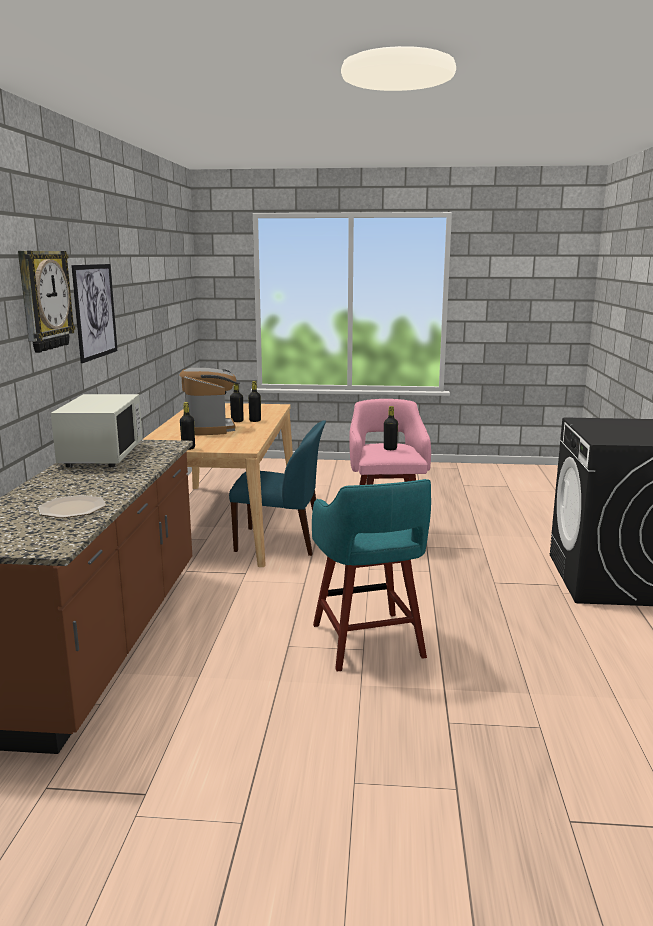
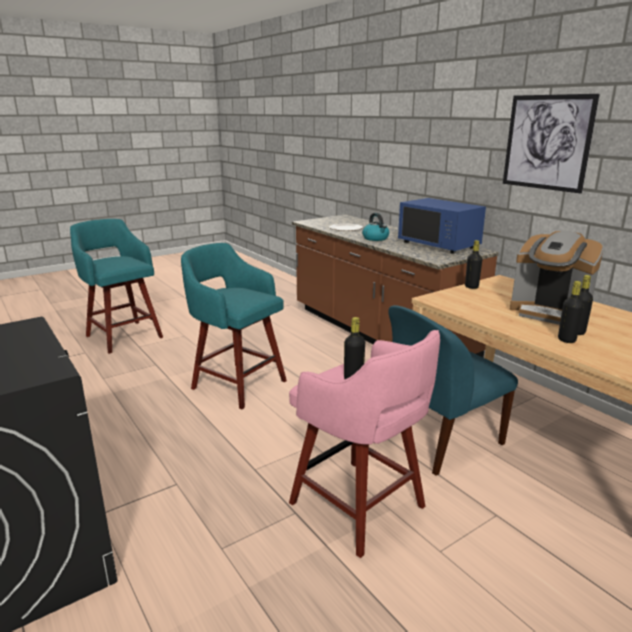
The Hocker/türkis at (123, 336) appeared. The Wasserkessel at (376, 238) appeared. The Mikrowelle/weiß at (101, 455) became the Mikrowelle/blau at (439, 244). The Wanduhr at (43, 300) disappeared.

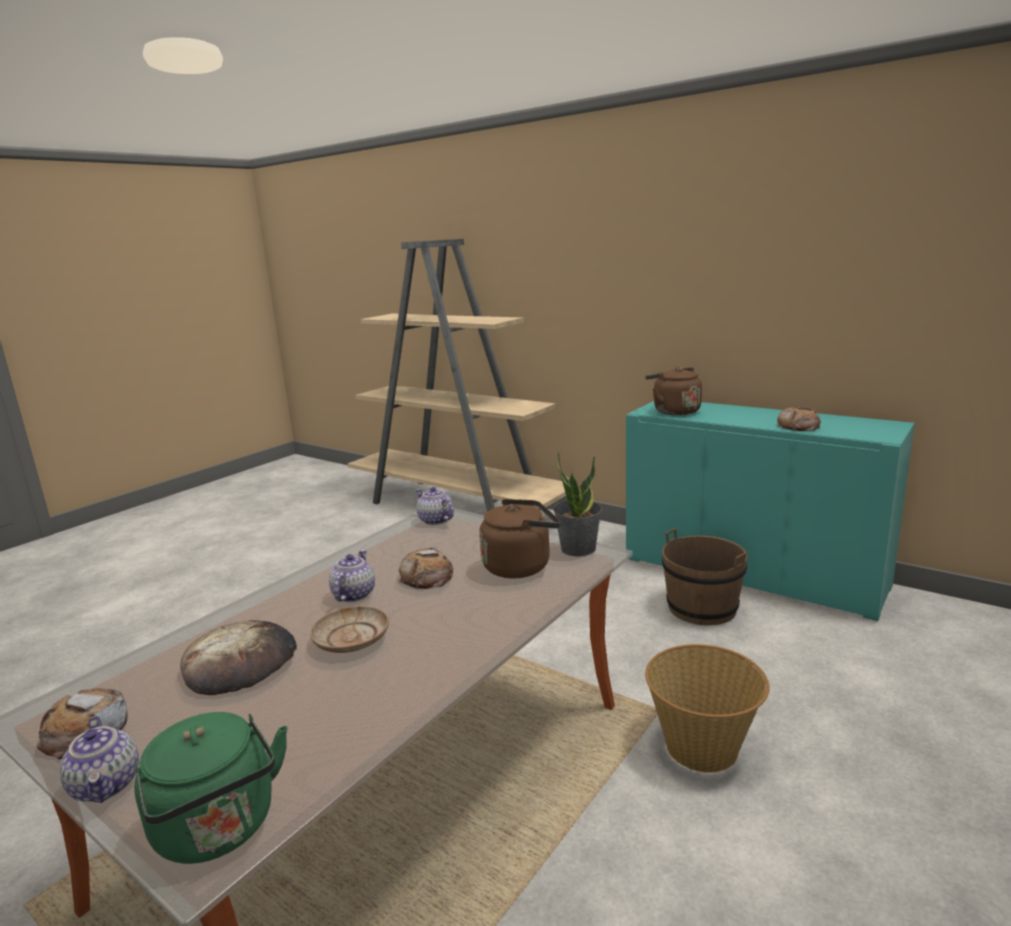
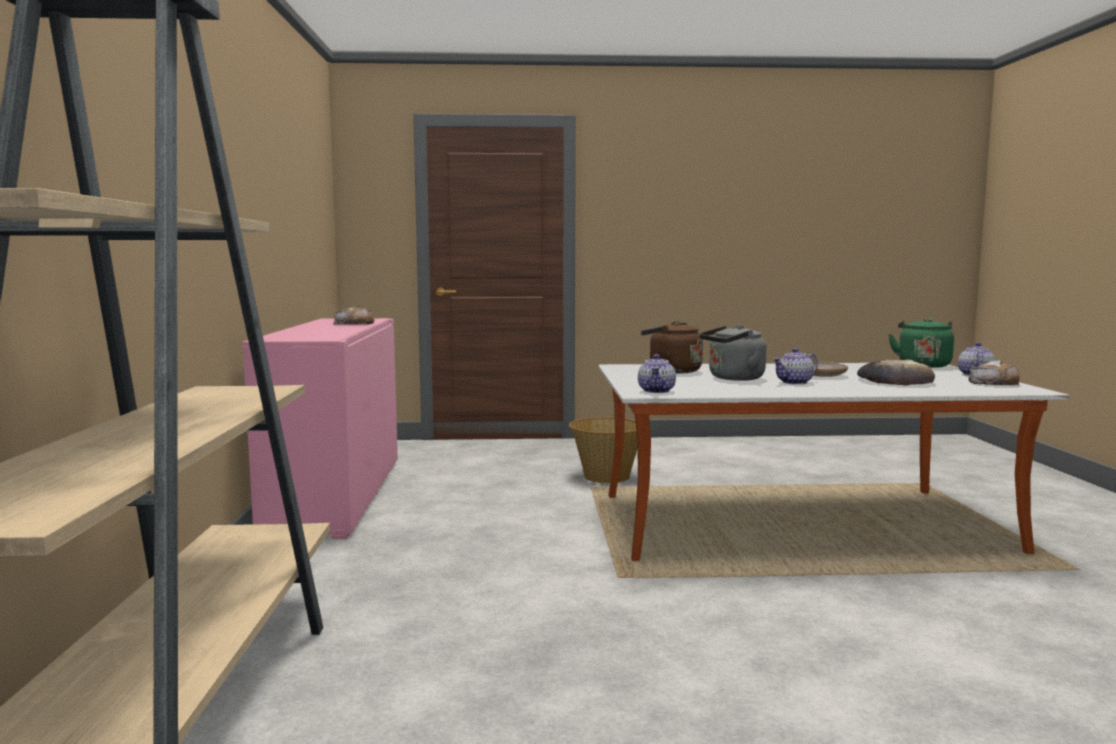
The Schrank/türkis at (751, 572) became the Schrank/rosa at (337, 495). The Brot at (427, 576) was replaced by the Wasserkessel/grau at (733, 378). The Topfpflanze at (578, 548) disappeared. The Wasserkessel/braun at (674, 411) disappeared. The Eimer/braun at (702, 608) disappeared.

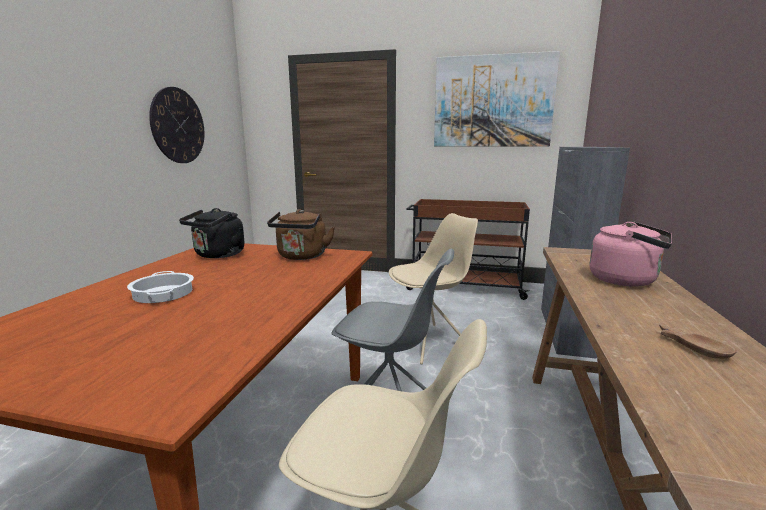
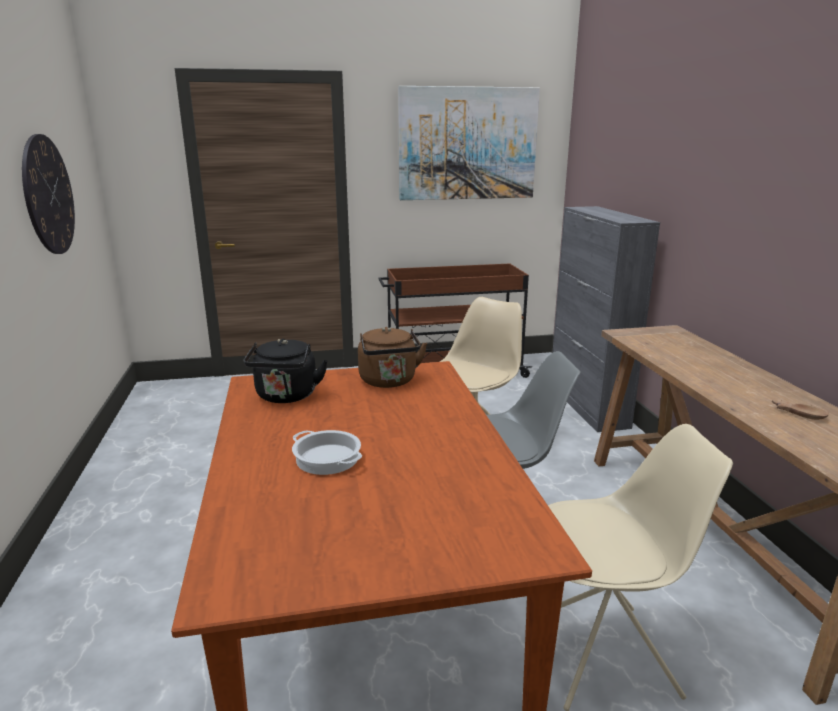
The Wasserkessel/rosa at (626, 280) disappeared.

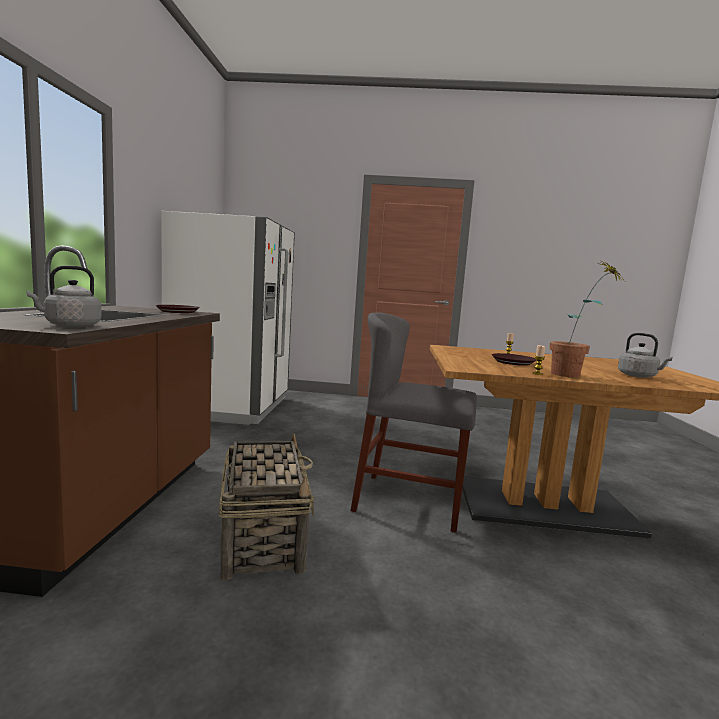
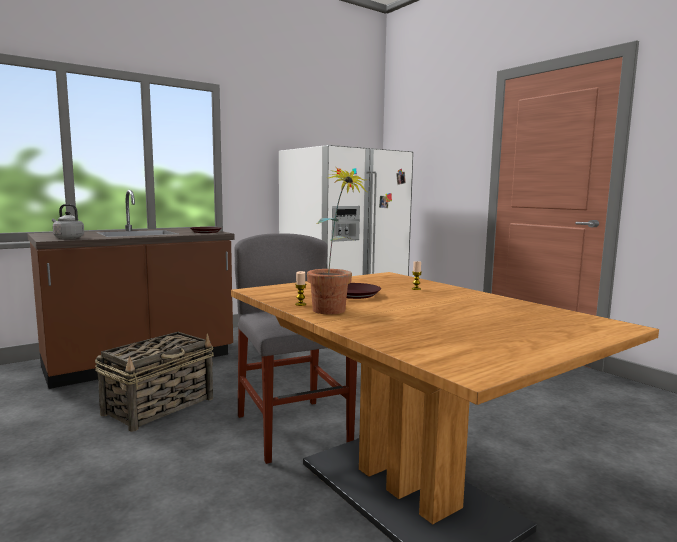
The Wasserkessel/grau at (639, 376) disappeared.

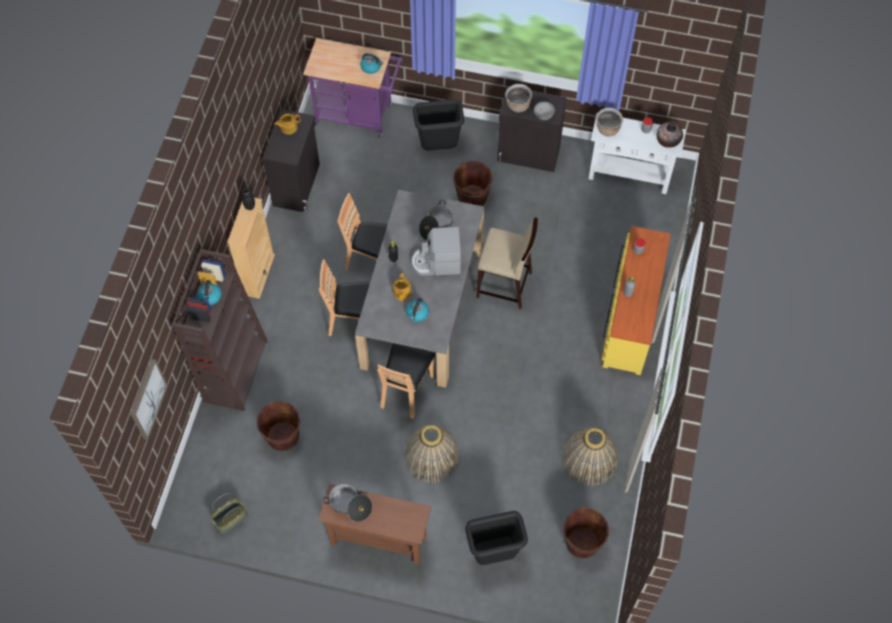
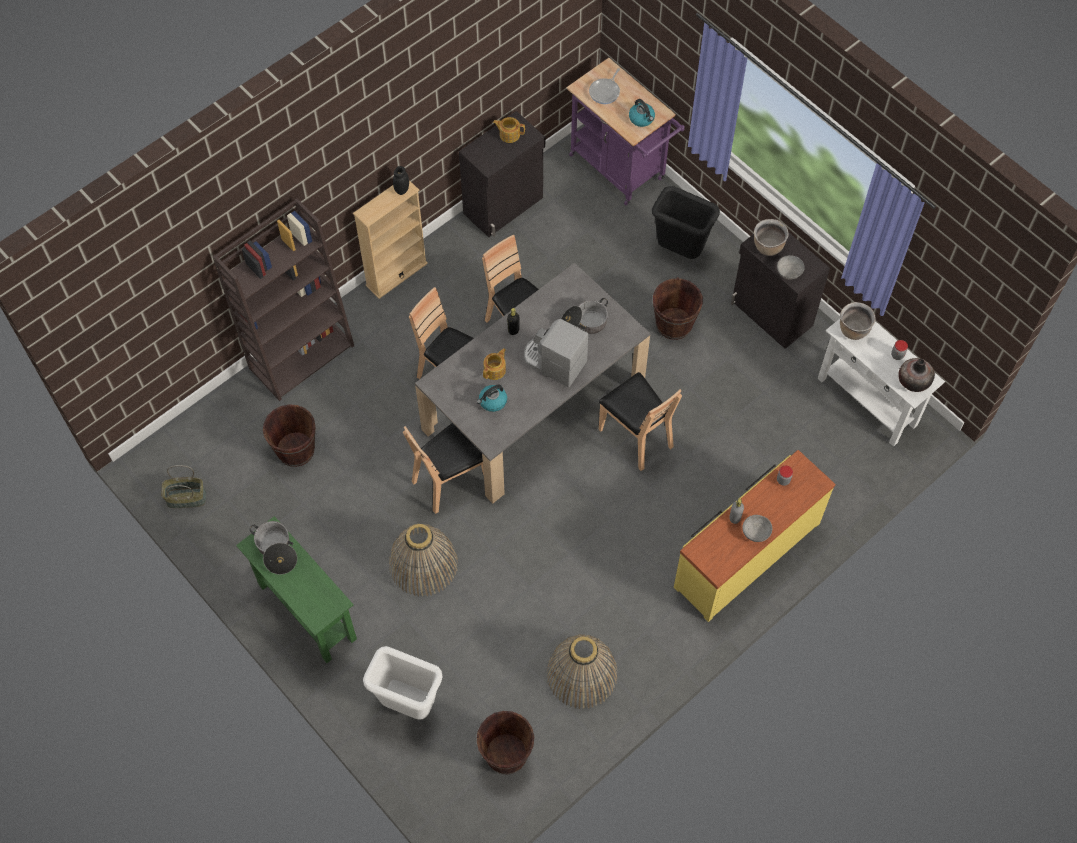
The Konsolentisch/braun at (378, 540) became the Konsolentisch/grün at (307, 612). The Mülleimer/schwarz at (493, 554) became the Mülleimer/weiß at (408, 703). The Pfanne at (605, 91) appeared. The Hocker/beige at (504, 285) was replaced by the Stuhl/braun at (636, 436). The Schüssel/grau at (755, 532) appeared. The Bild at (147, 399) disappeared. The Wasserkessel at (210, 296) disappeared.

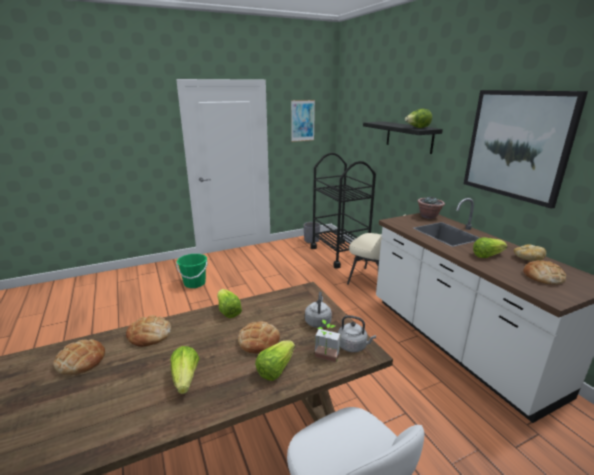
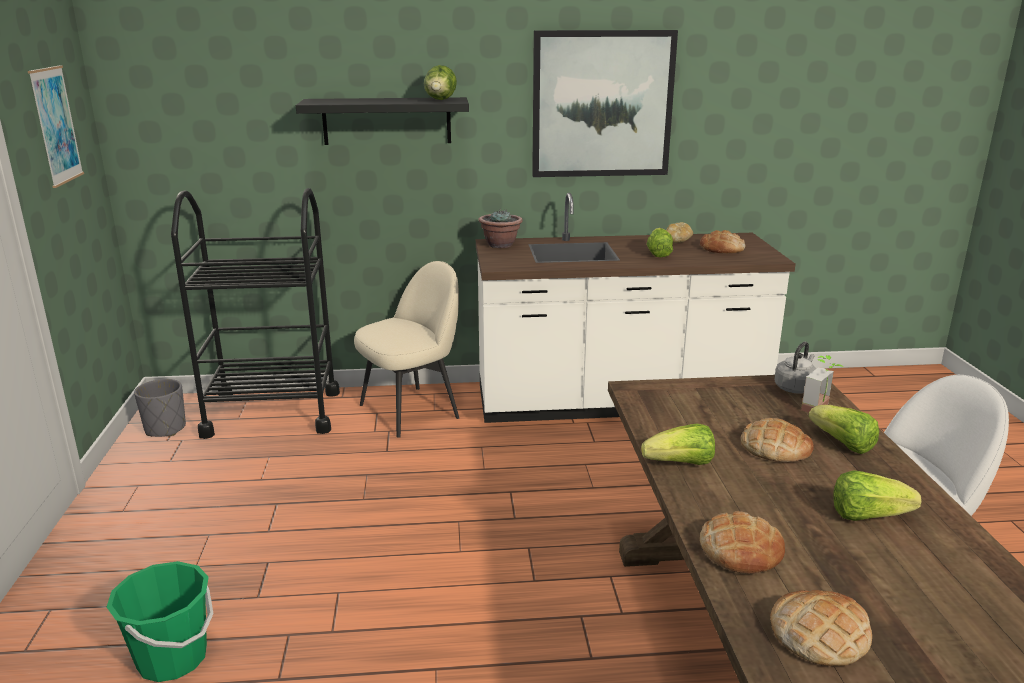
The Wasserkessel/grau at (318, 321) disappeared.

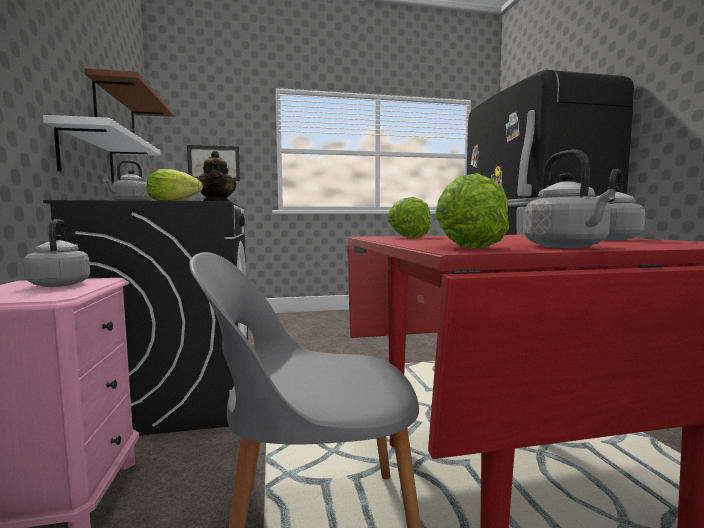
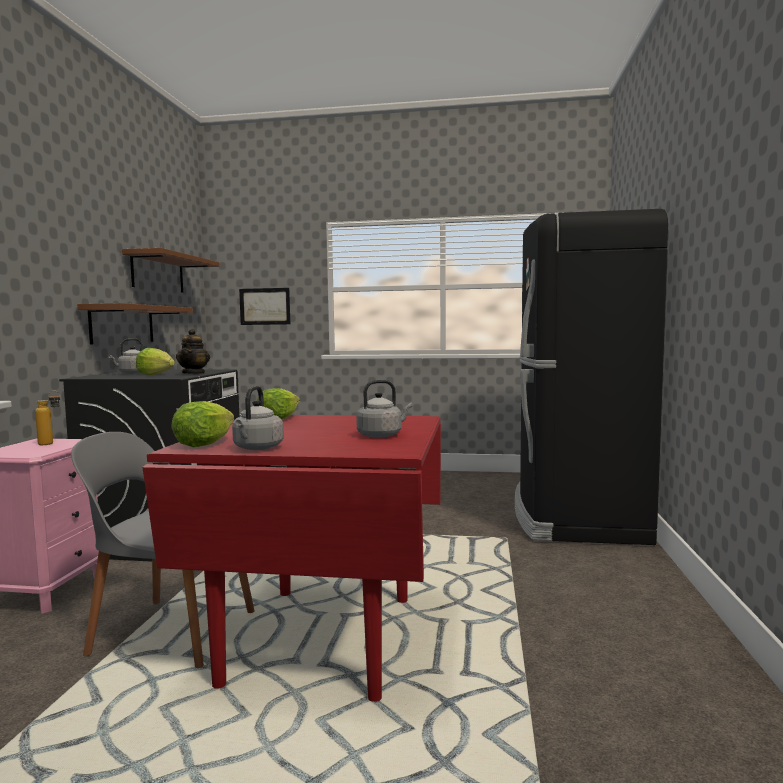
The Wasserkessel/grau at (61, 284) was replaced by the Flasche at (51, 444). The Wandregal/weiß at (87, 156) became the Wandregal/braun at (122, 324).

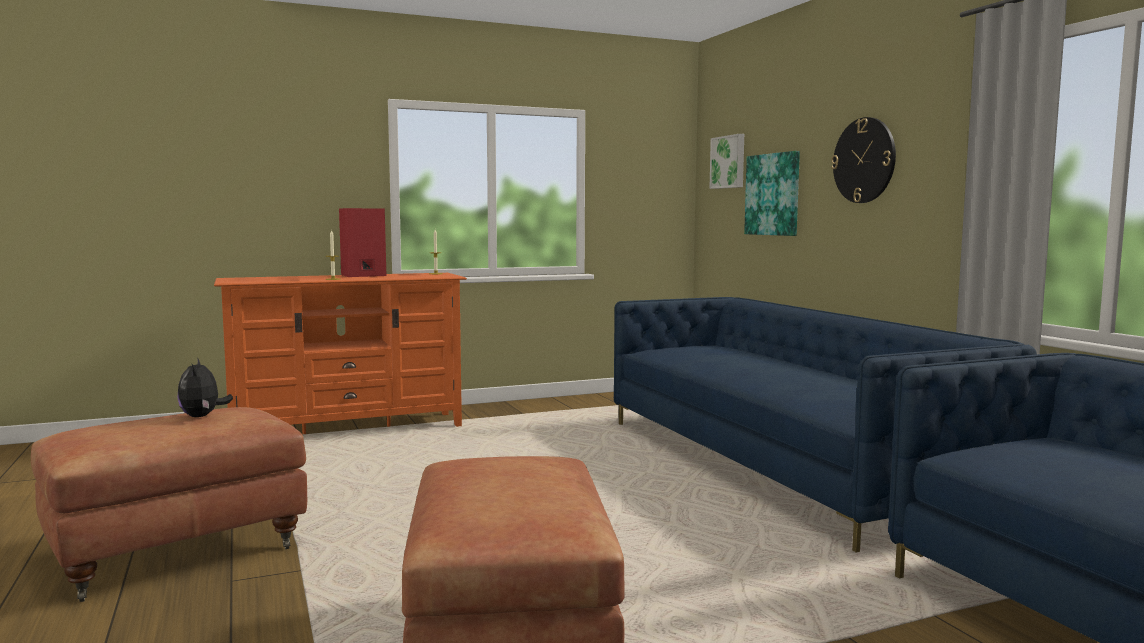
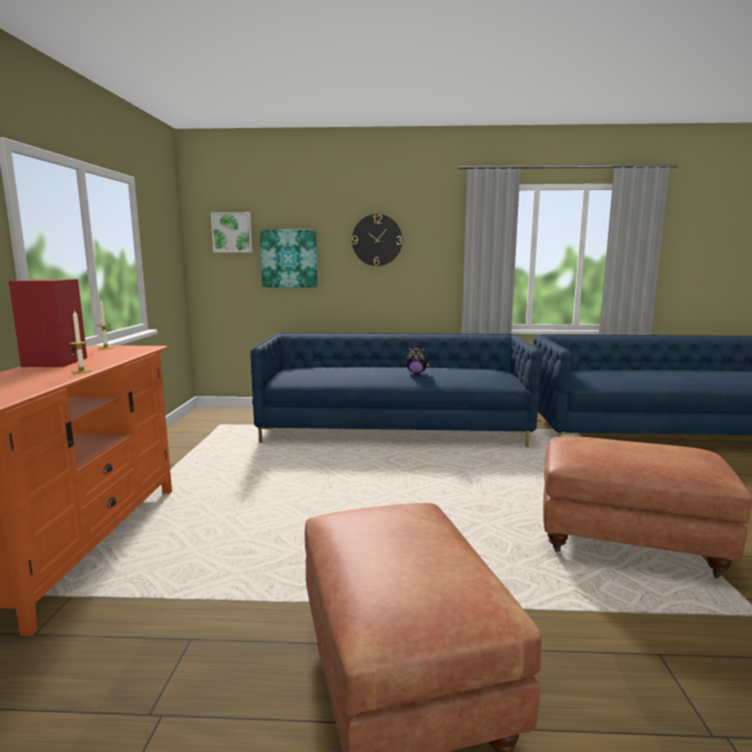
The Plüschtier moved from (202, 416) to (416, 373).

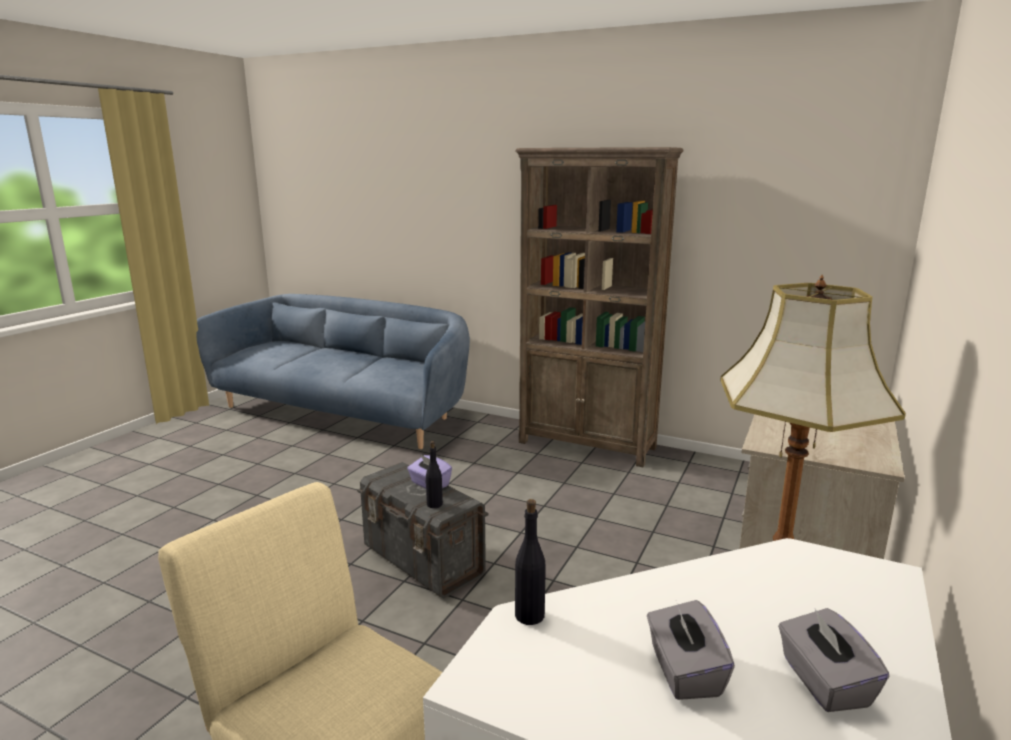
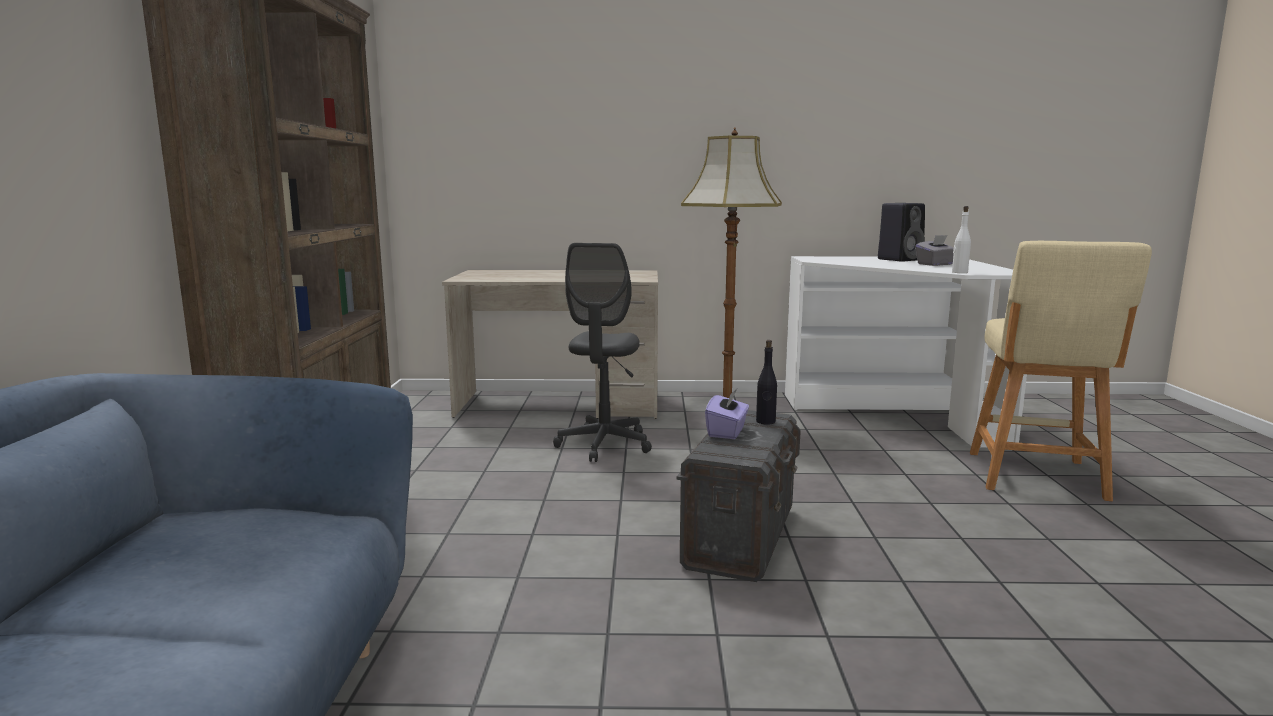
The Bürostuhl/grau at (604, 445) appeared. The Taschentuchbox/grau at (823, 682) was replaced by the Lautsprecher/schwarz at (900, 259). The Flasche/schwarz at (530, 615) became the Flasche/weiß at (959, 272).

